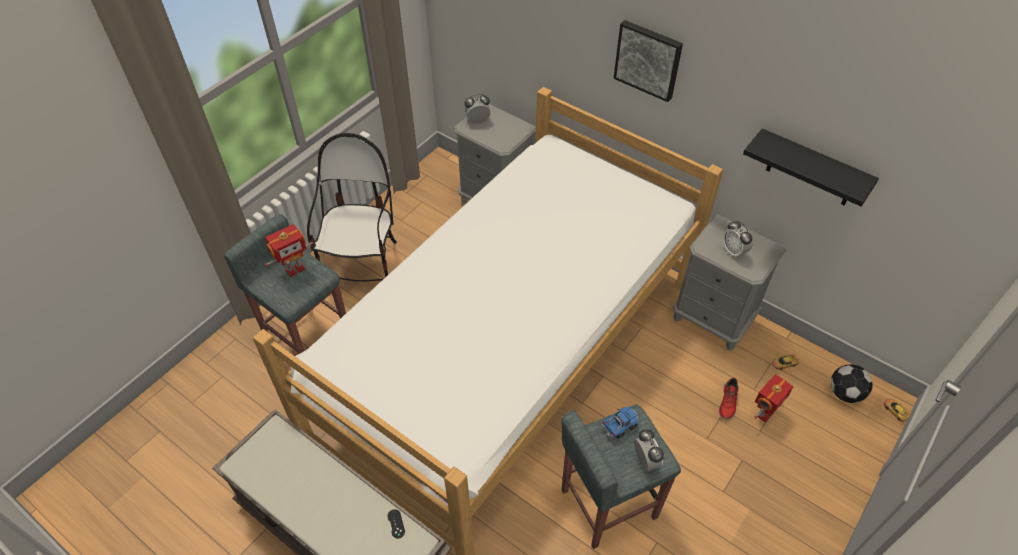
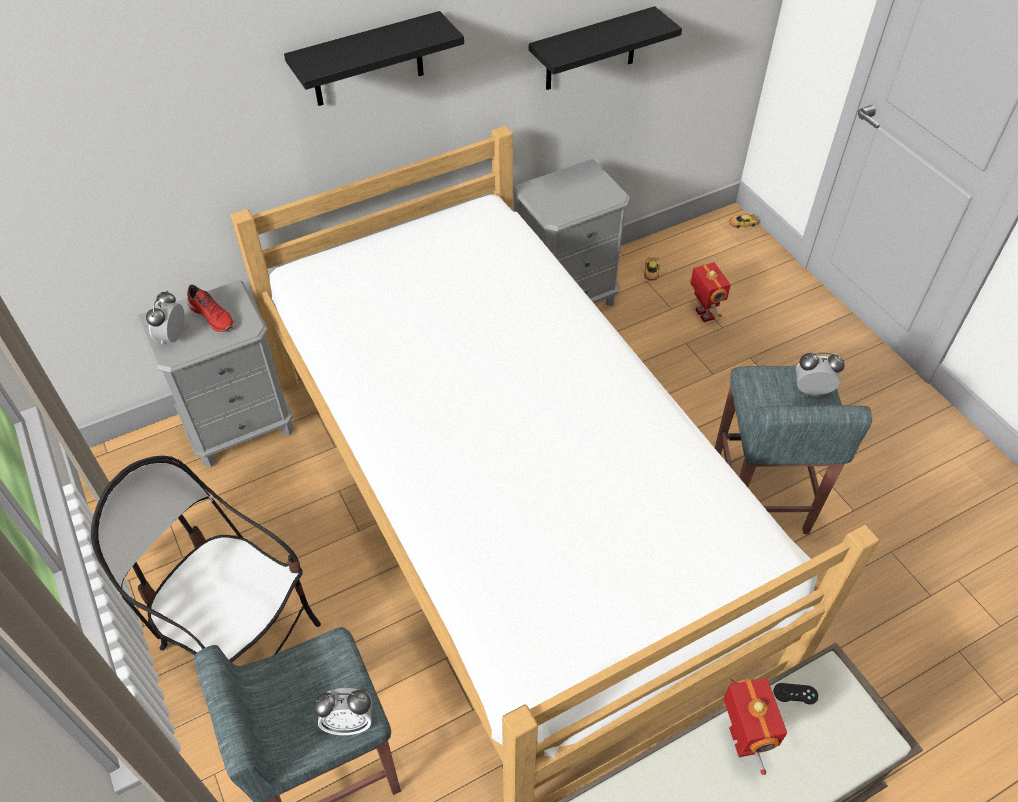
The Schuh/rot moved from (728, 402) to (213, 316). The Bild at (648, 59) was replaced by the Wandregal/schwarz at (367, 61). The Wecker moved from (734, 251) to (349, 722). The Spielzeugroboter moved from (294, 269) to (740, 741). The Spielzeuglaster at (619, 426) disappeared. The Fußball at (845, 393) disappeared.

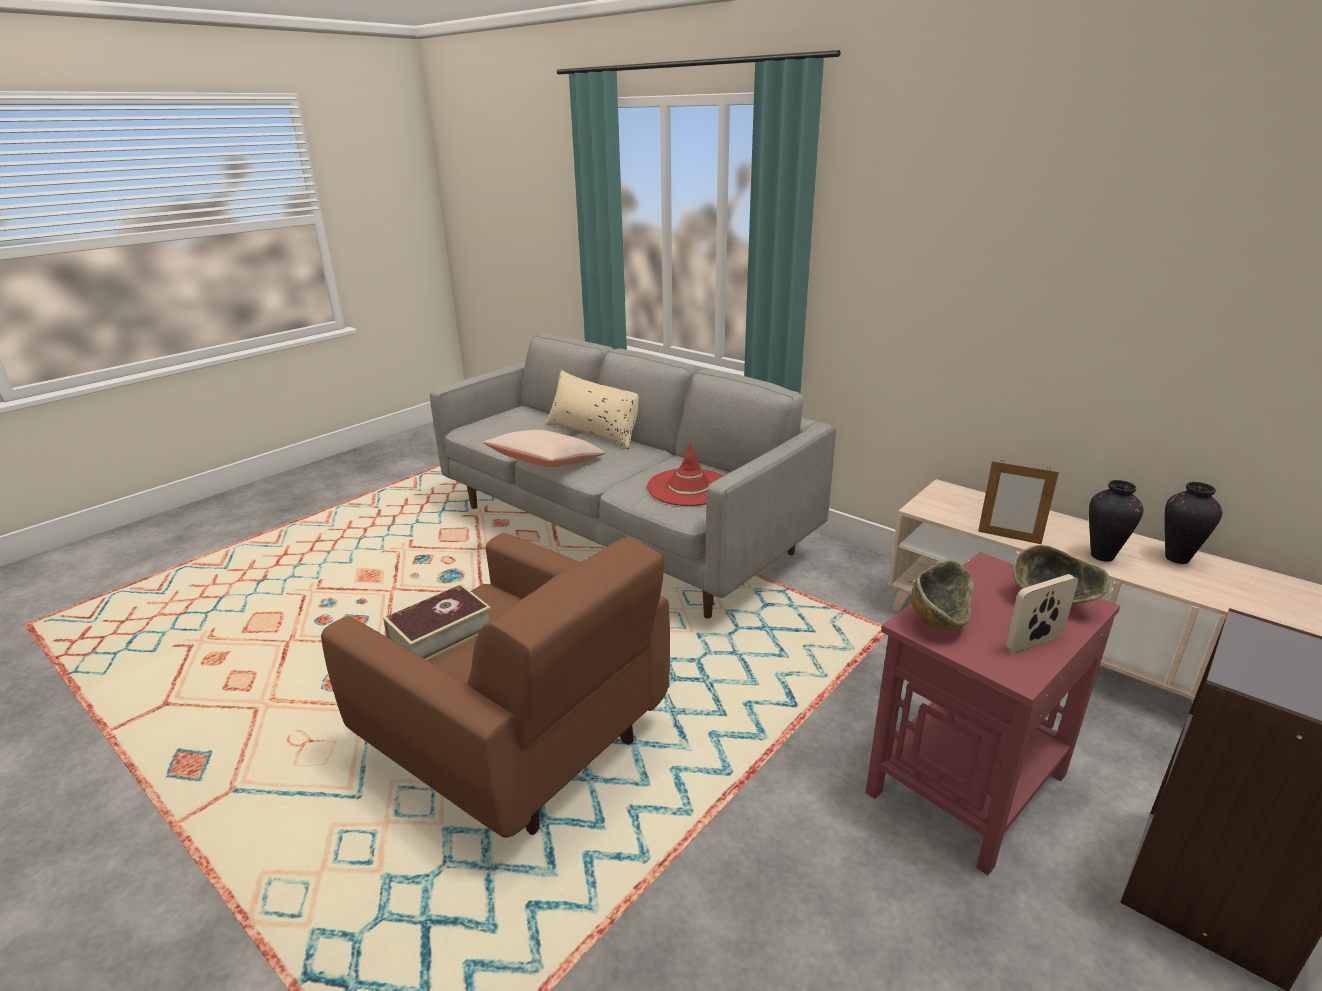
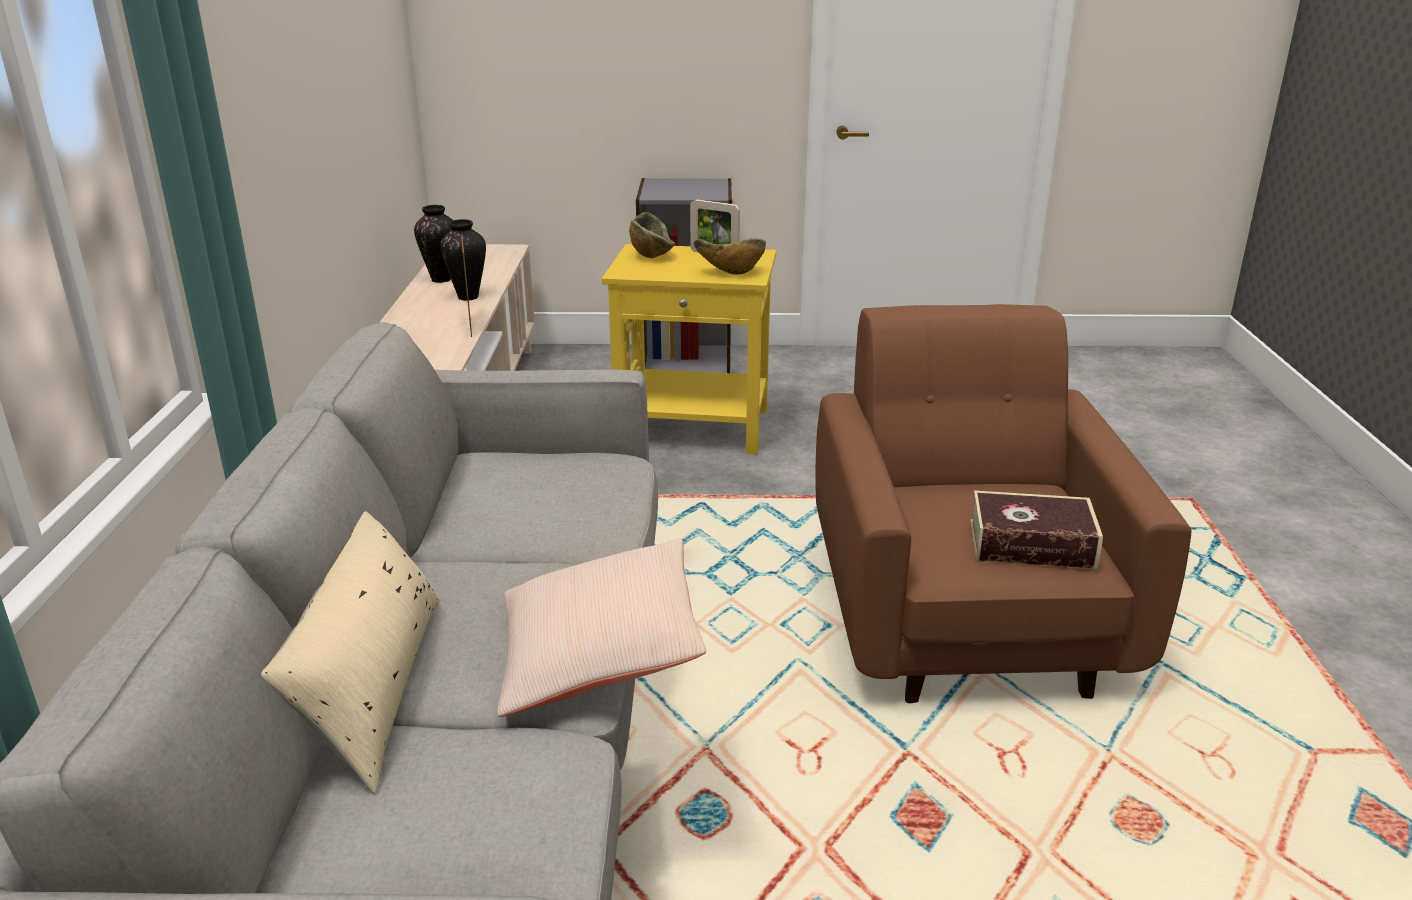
The Beistelltisch/rot at (965, 782) became the Beistelltisch/gelb at (693, 427). The Hut/rot at (689, 487) disappeared.

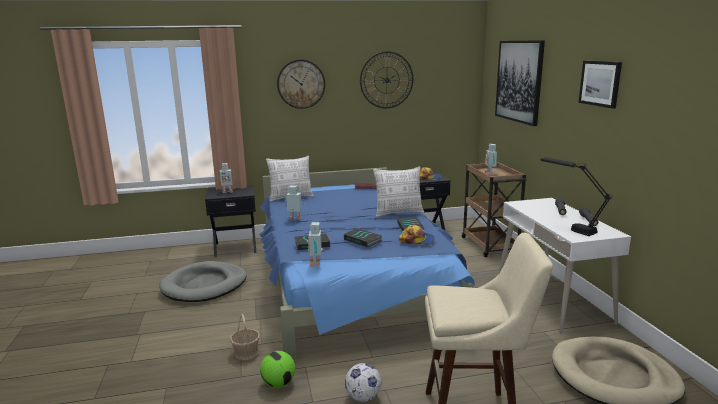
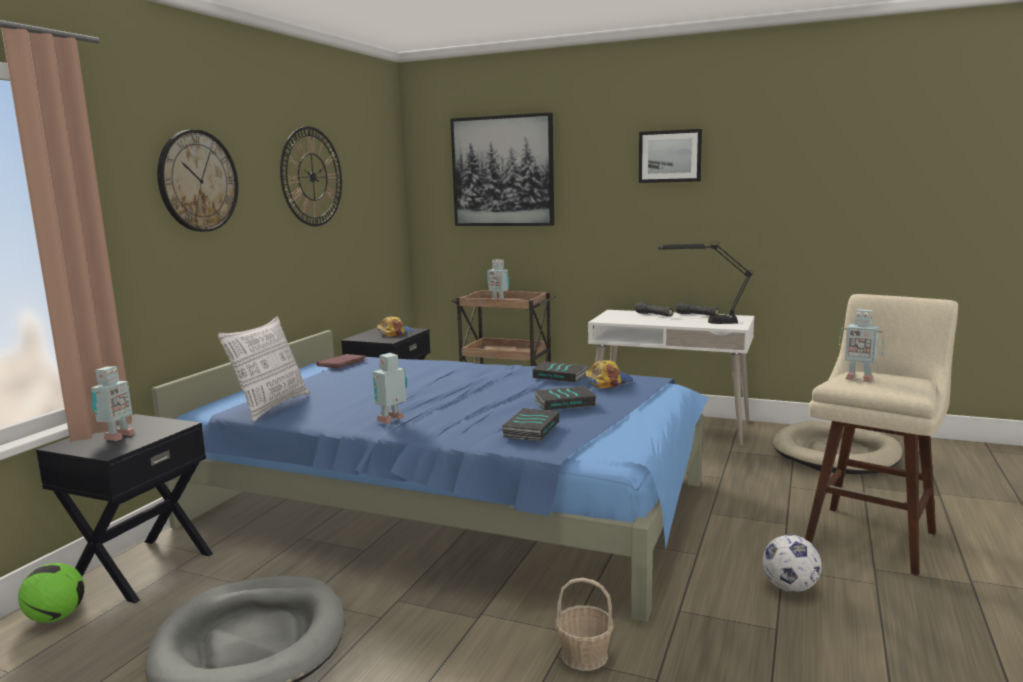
The Fußball moved from (278, 383) to (56, 617). The Spielzeugroboter moved from (316, 263) to (858, 378). The Kissen at (398, 213) disappeared.

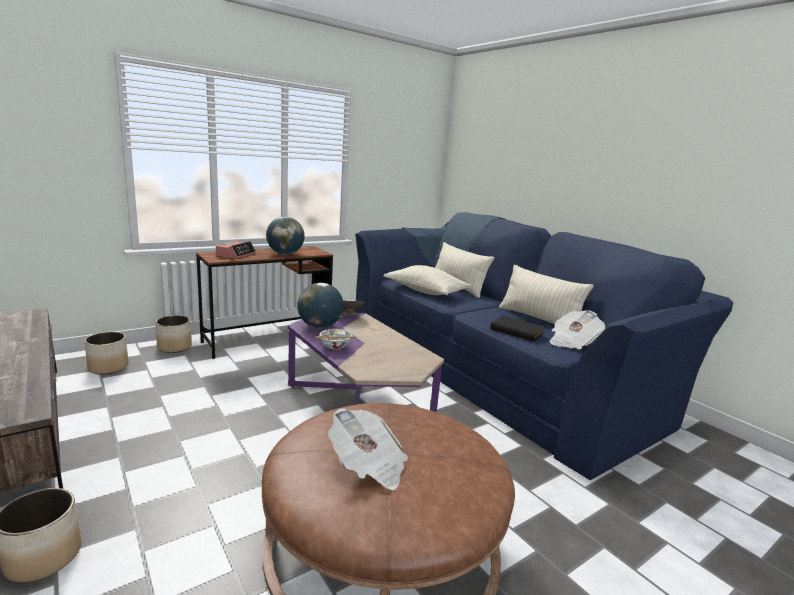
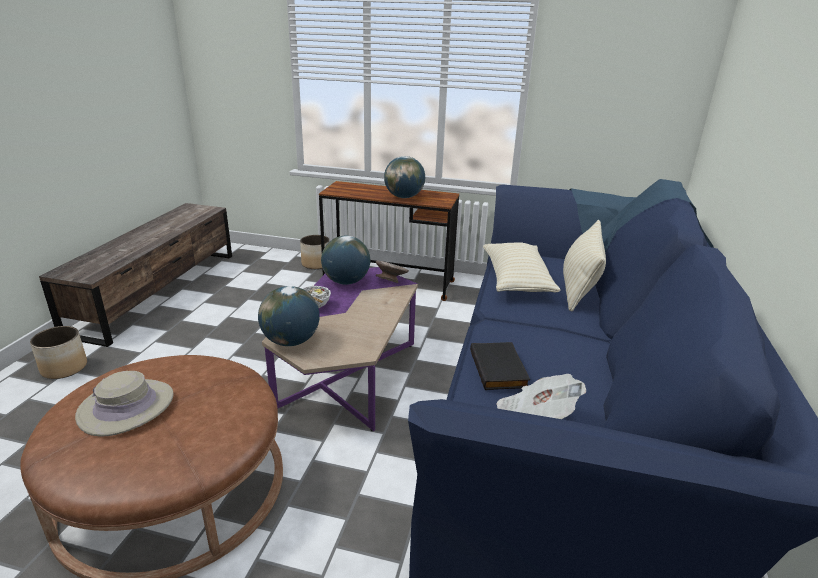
The Zeitung at (368, 466) was replaced by the Hut/beige at (126, 407). The Globus at (291, 341) appeared. The Pflanzkübel at (108, 367) disappeared. The Wecker at (236, 255) disappeared. The Kissen/beige at (538, 320) disappeared.

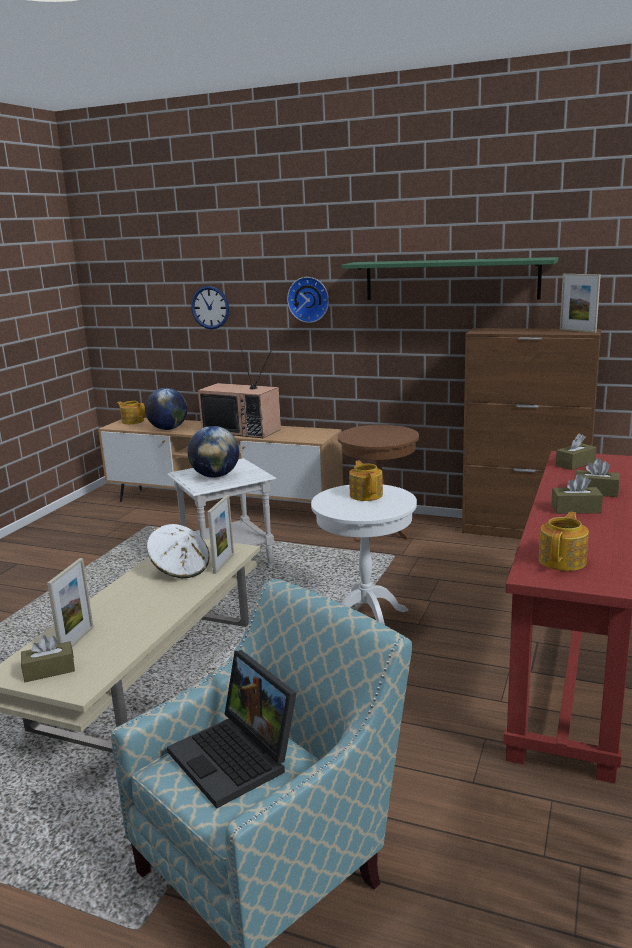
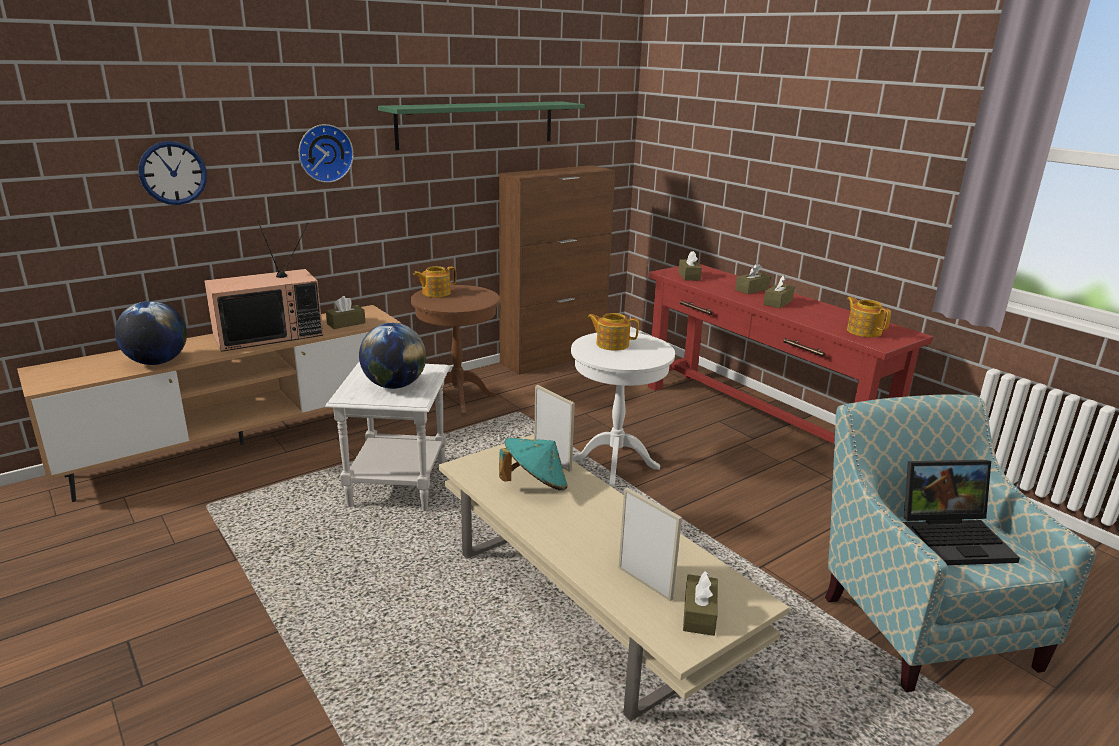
The Taschentuchbox/braun at (346, 323) appeared. The Teekanne moved from (132, 421) to (435, 293). The Hut/weiß at (180, 569) became the Hut/türkis at (535, 485). The Bilderrahmen at (577, 330) disappeared.

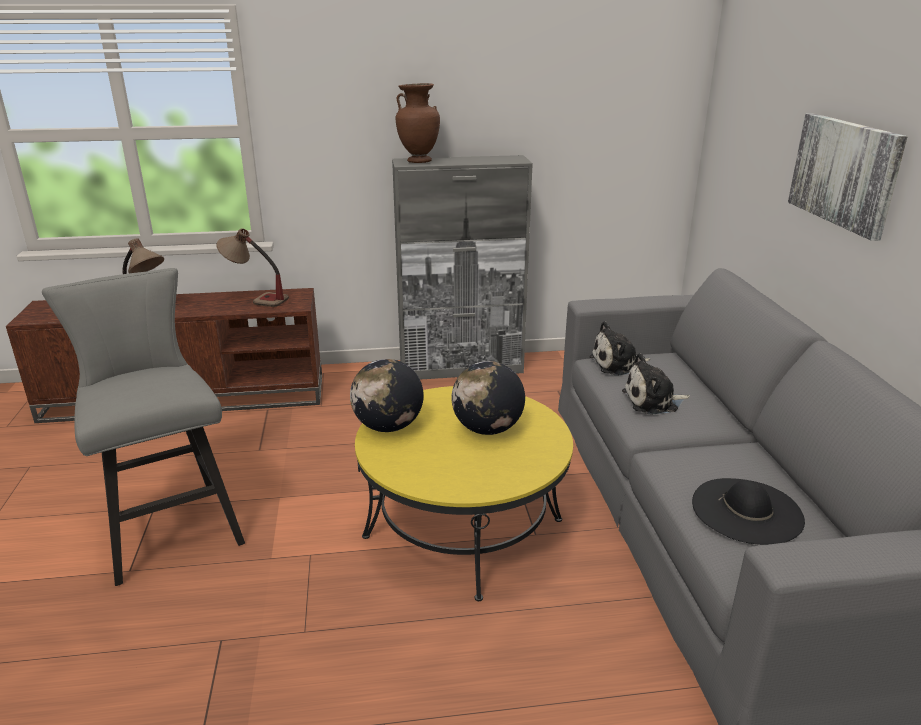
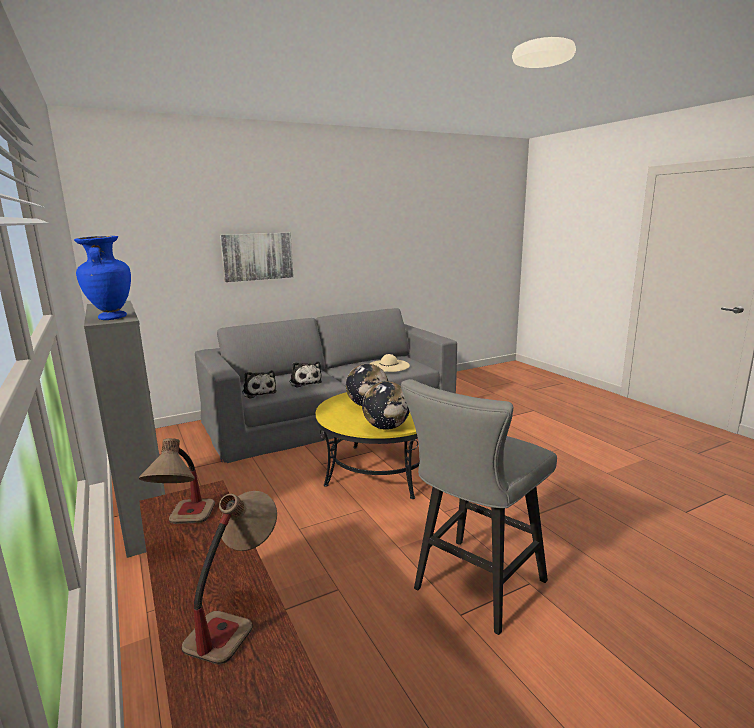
The Vase/braun at (419, 161) became the Vase/blau at (111, 318). The Hut/schwarz at (747, 510) became the Hut/beige at (389, 366).

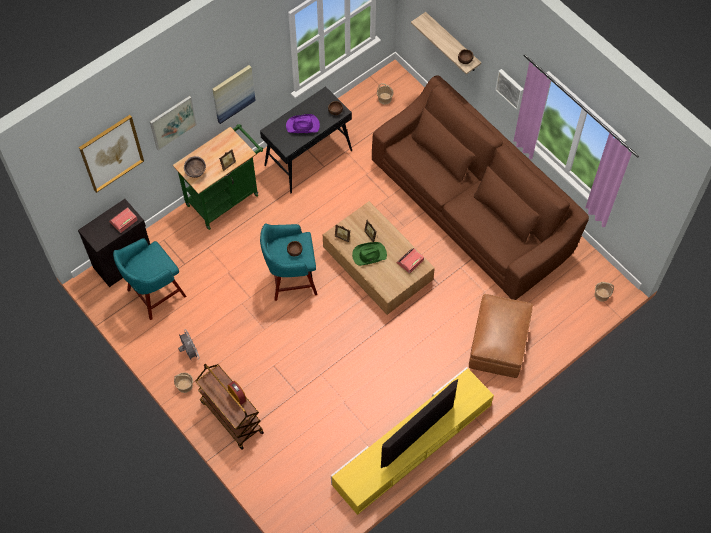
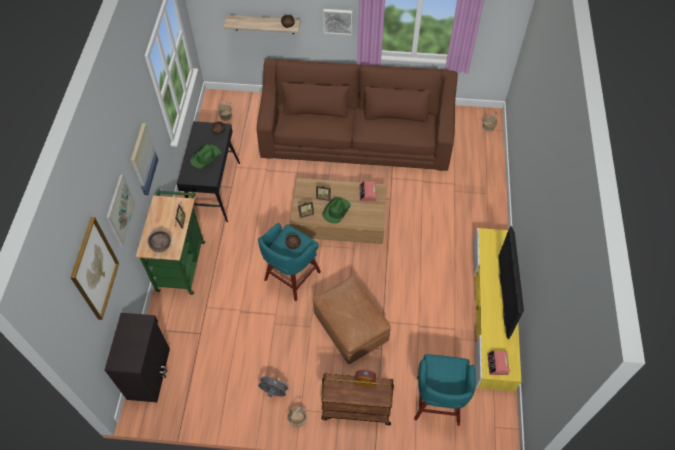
The Hut/lila at (303, 126) became the Hut/grün at (206, 157). The Polsterhocker/braun moved from (498, 345) to (351, 328). The Hocker/türkis moved from (154, 294) to (437, 402). The Wecker moved from (123, 221) to (497, 364).

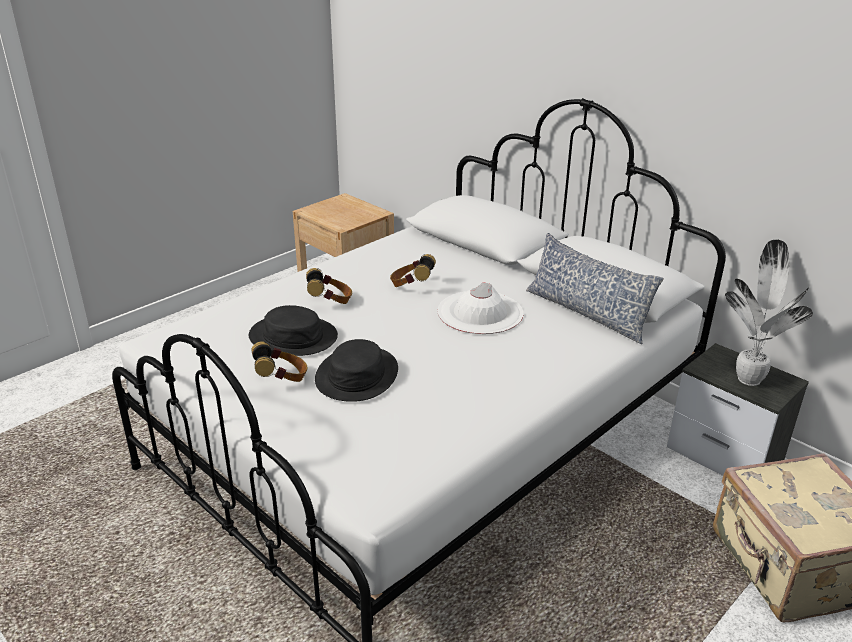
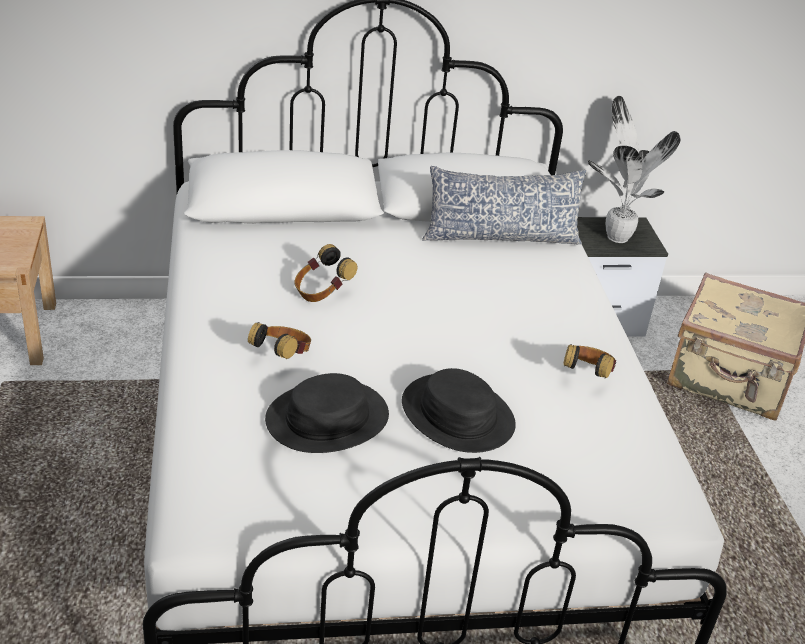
The Kopfhörer moved from (282, 379) to (586, 376). The Hut/weiß at (480, 313) disappeared.

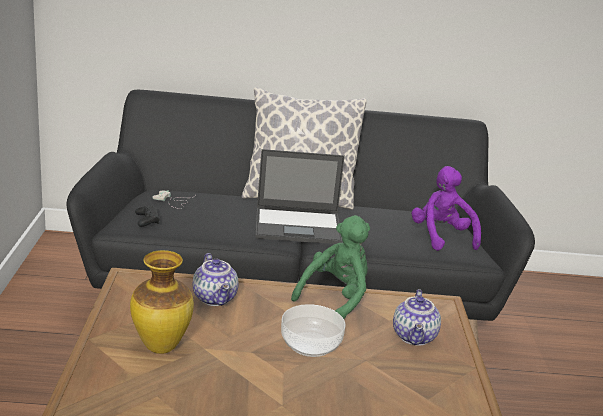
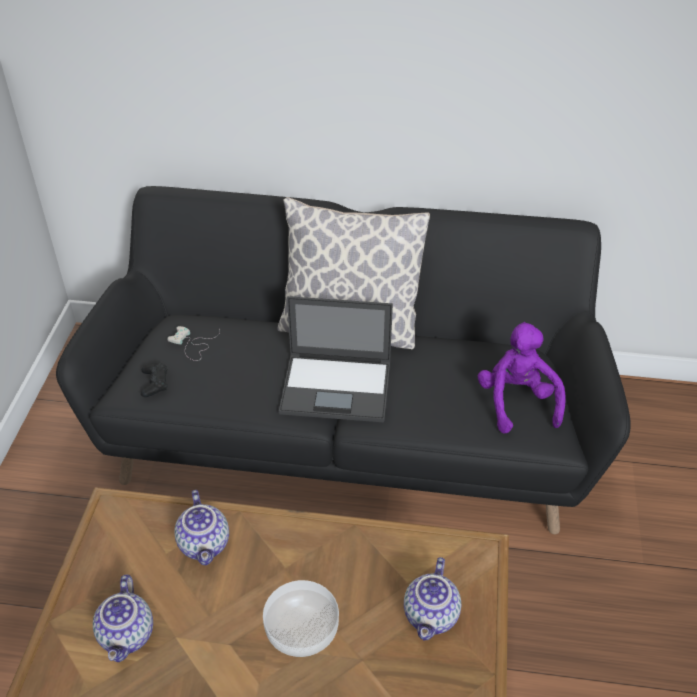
The Vase at (161, 347) was replaced by the Teekanne at (128, 635). The Plüschtier/grün at (335, 299) disappeared.

